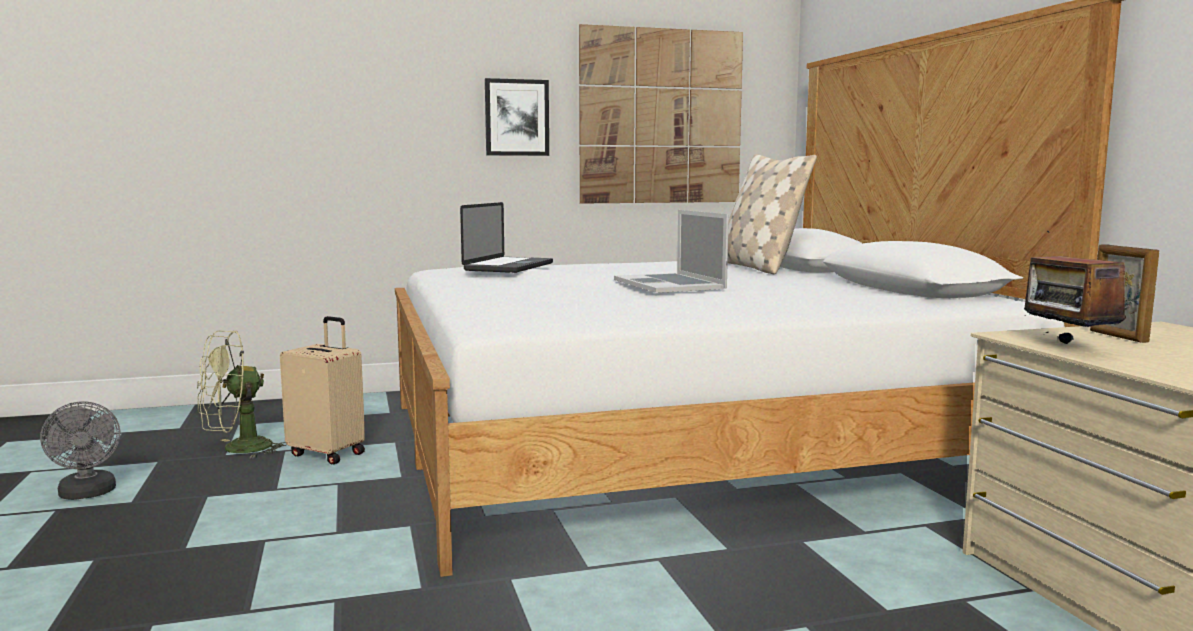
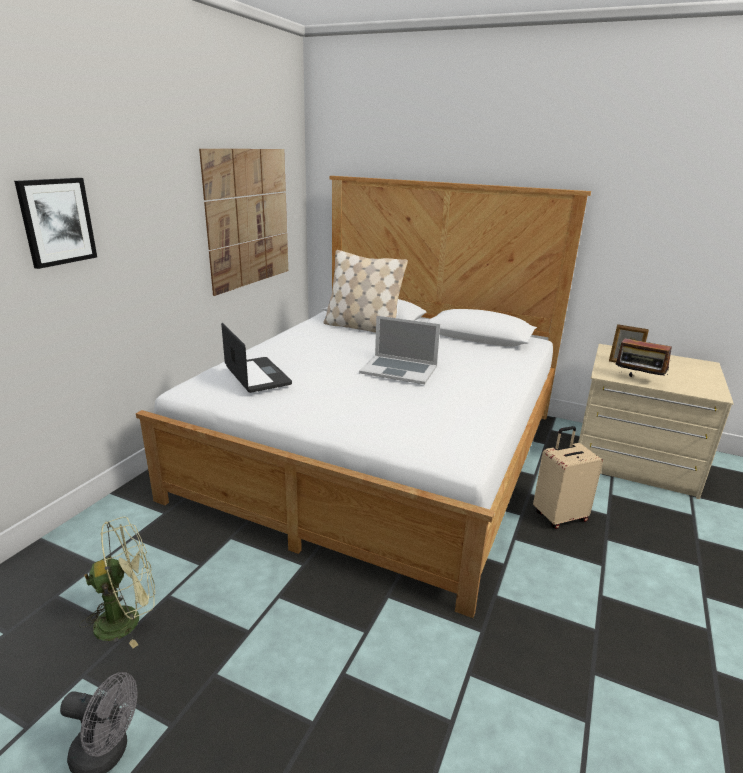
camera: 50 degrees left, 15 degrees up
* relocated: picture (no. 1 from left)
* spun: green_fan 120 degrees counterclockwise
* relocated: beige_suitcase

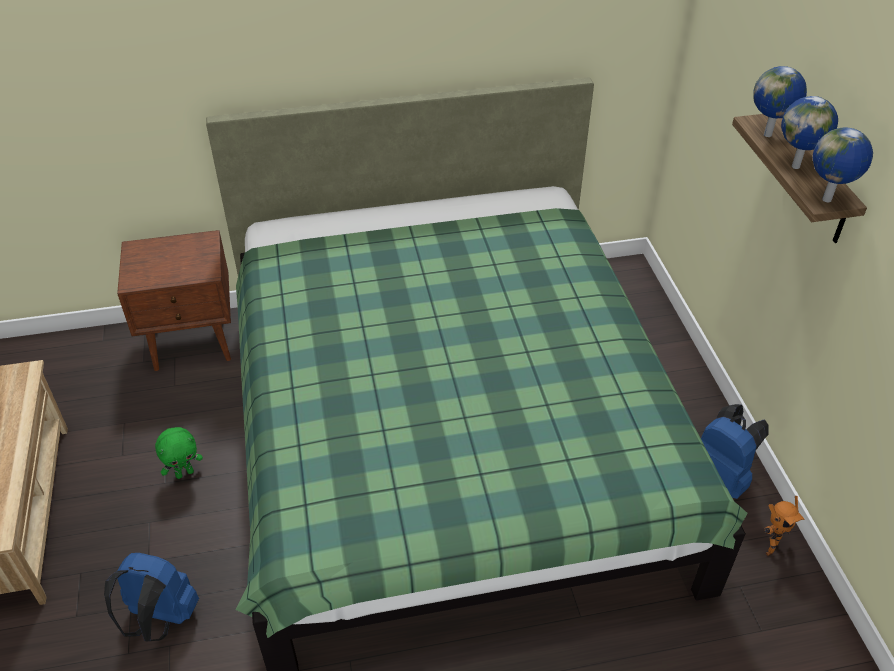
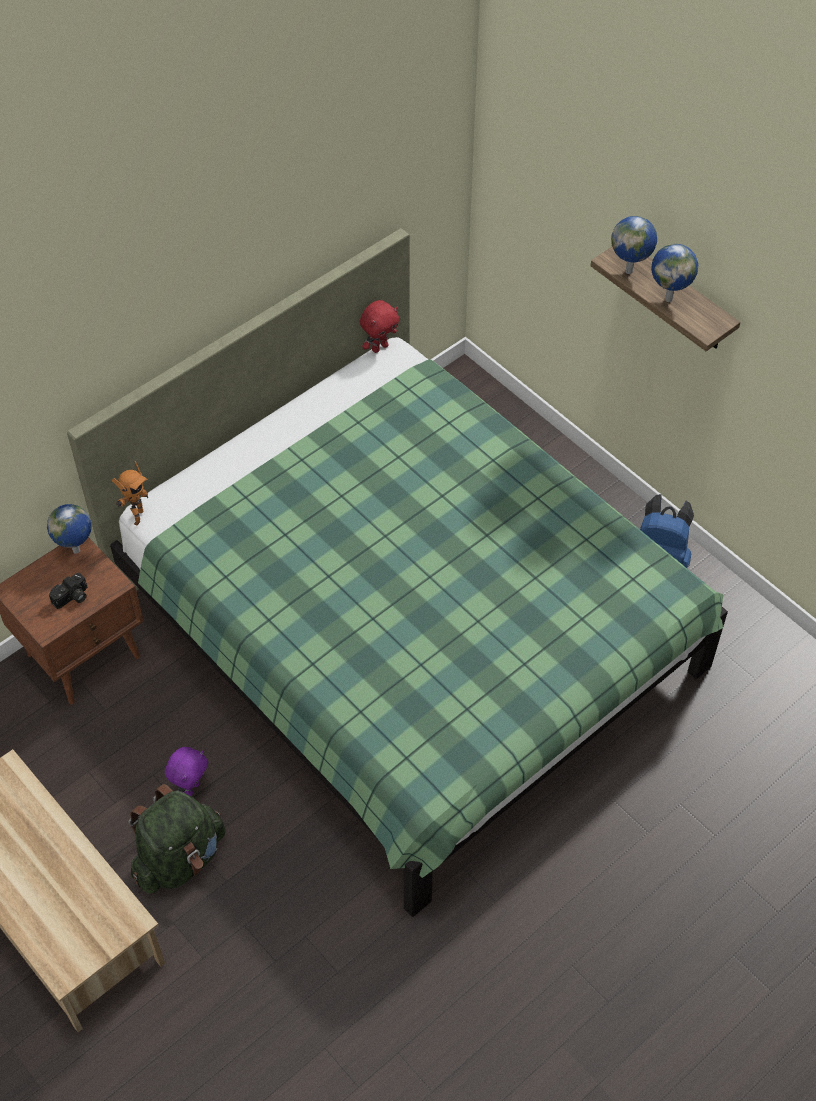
camera: 30 degrees left, 10 degrees up
* relocated: globe (no. 3 from left in the first image) to globe (no. 1 from left)
* appeared: photo_camera
* relocated: toy_robot
* appeared: green_backpack
* colour: green_plush_toy to purple_plush_toy
* appeared: red_plush_toy
* missing: blue_backpack (no. 1 from left)

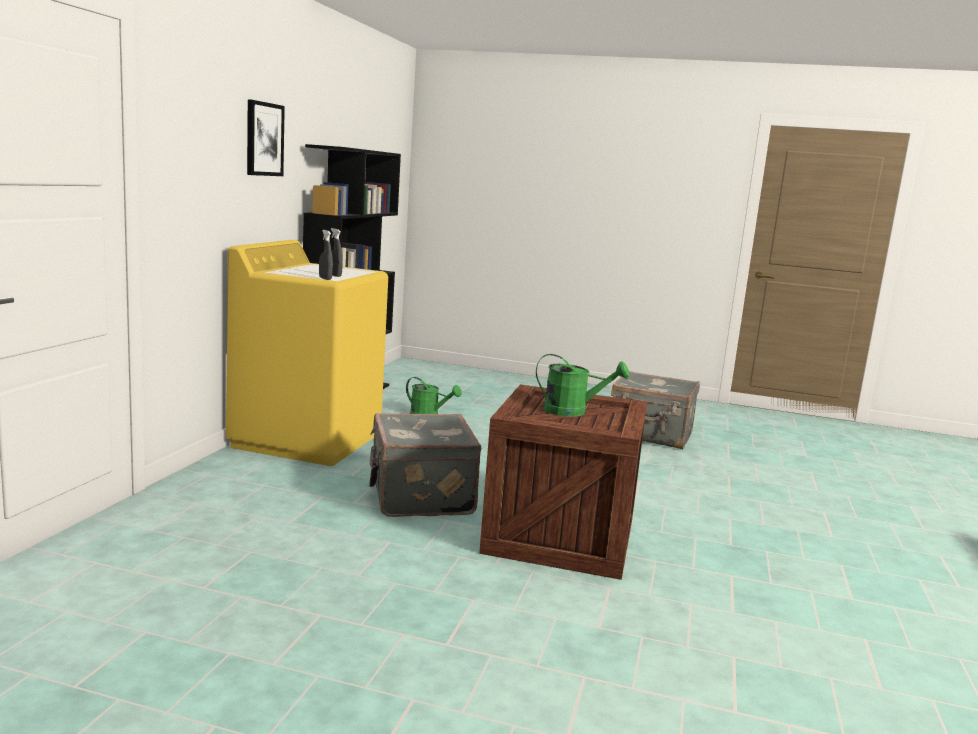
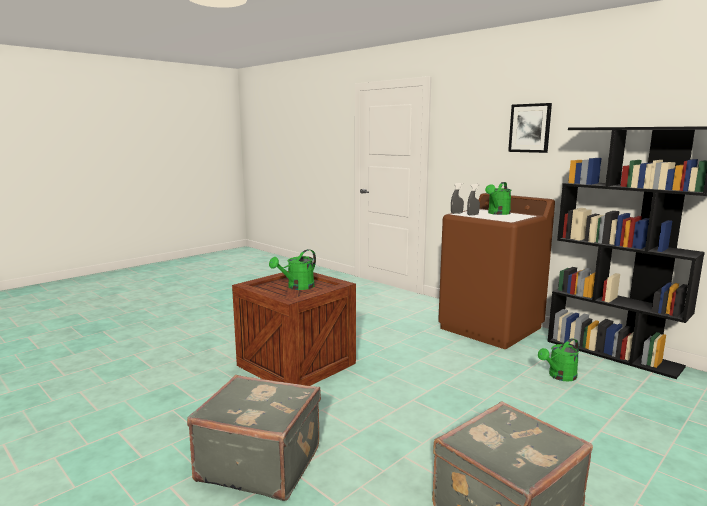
camera: 120 degrees right, 0 degrees up
* relocated: grey_suitcase (no. 1 from left)
* colour: yellow_washing_machine to brown_washing_machine
* appeared: green_watering_can (no. 2 from left)

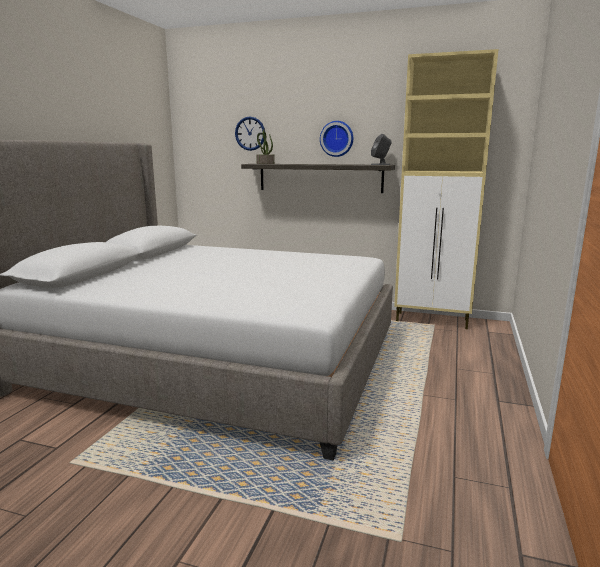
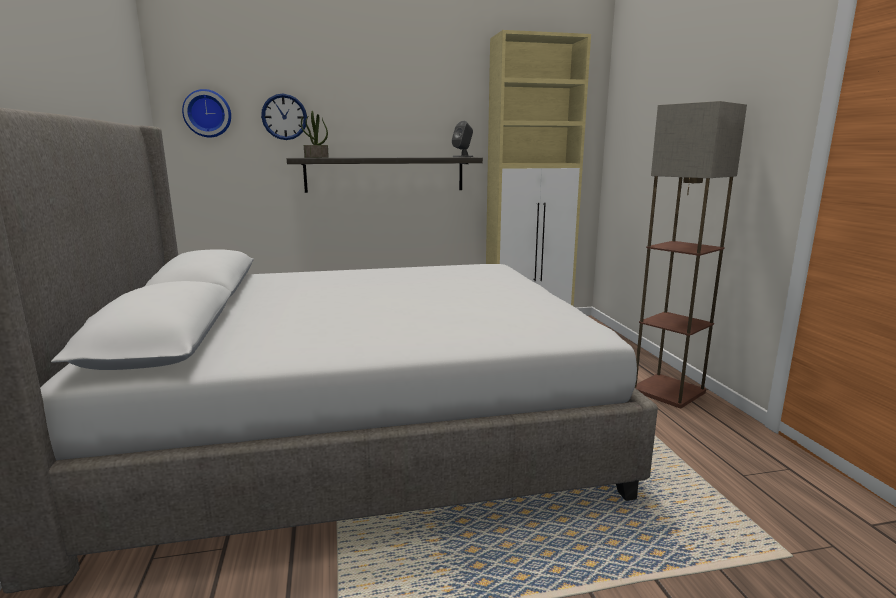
camera: 30 degrees left, 0 degrees up
* relocated: wall_clock (no. 2 from left in the first image) to wall_clock (no. 1 from left)
* appeared: floor_lamp

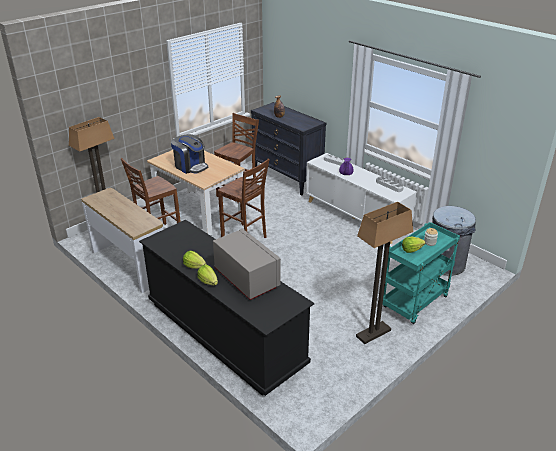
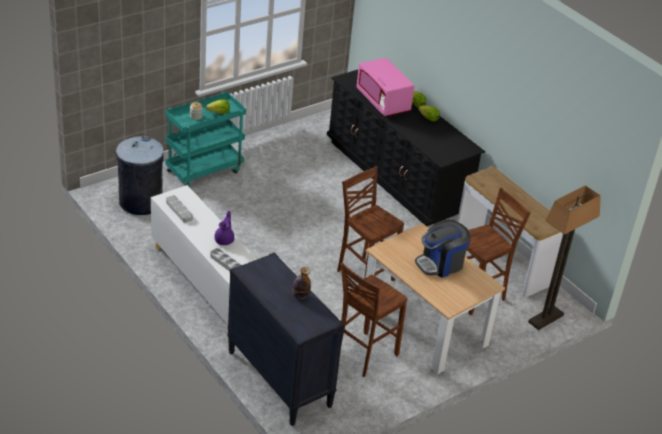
camera: 175 degrees left, 5 degrees up
* colour: grey_microwave to pink_microwave
* spun: coffee_machine 75 degrees counterclockwise
* missing: floor_lamp (no. 2 from left)

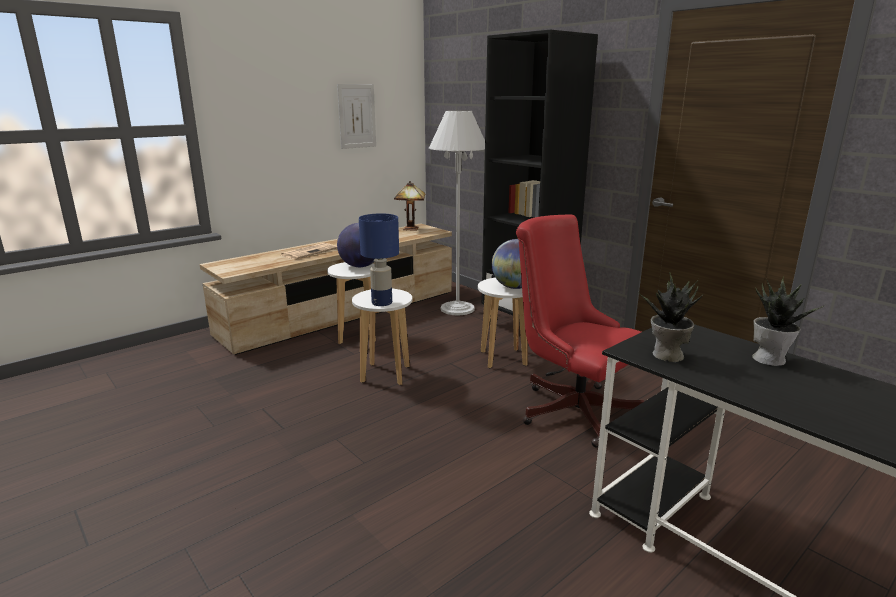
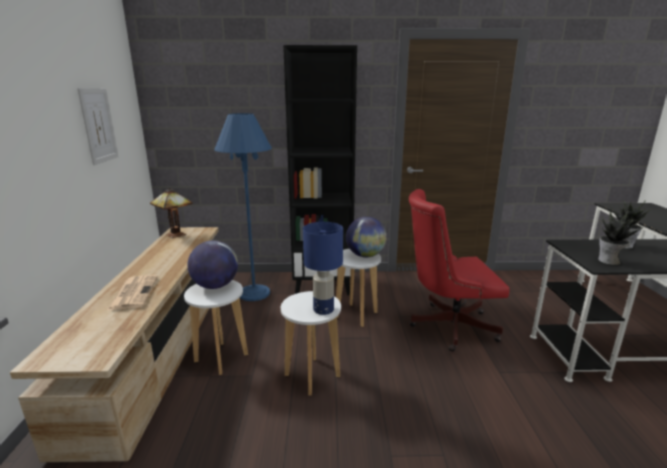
camera: 50 degrees left, 0 degrees up
* colour: white_floor_lamp to blue_floor_lamp

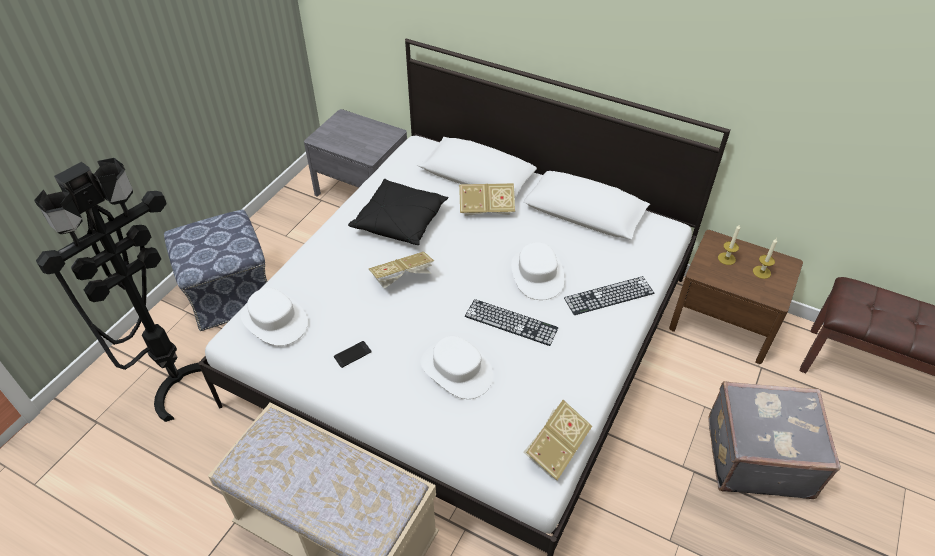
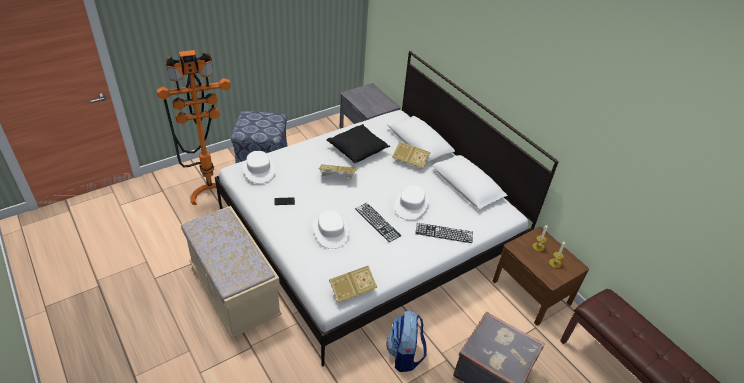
camera: 25 degrees right, 5 degrees down
* colour: black_floor_lamp to orange_floor_lamp
* appeared: backpack

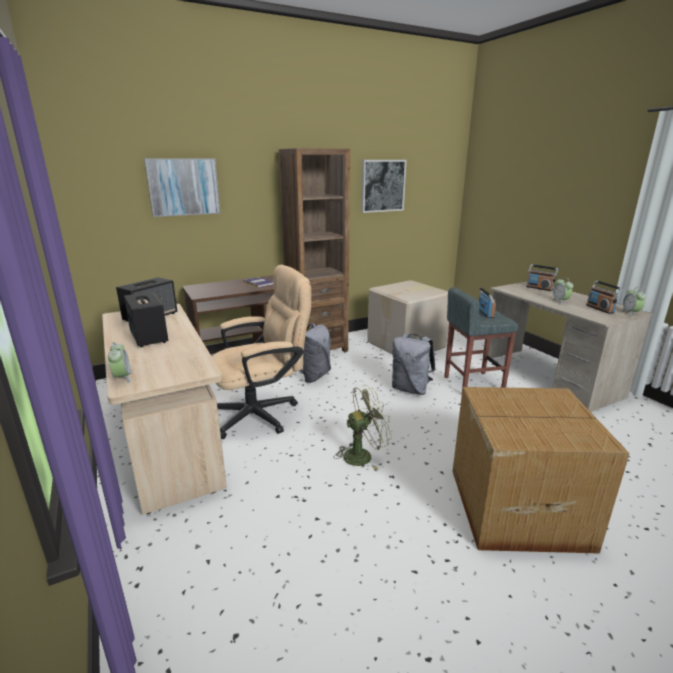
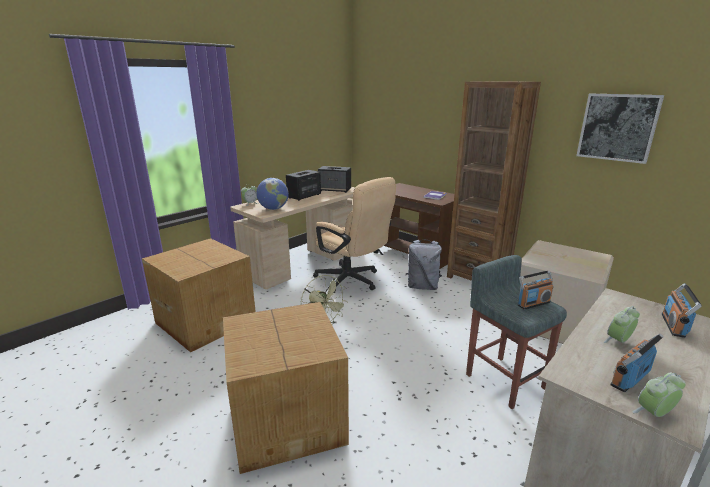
camera: 70 degrees right, 0 degrees up
* appeared: cardboard_box (no. 1 from left)
* appeared: globe
* missing: picture (no. 1 from left)
* missing: grey_backpack (no. 2 from left)

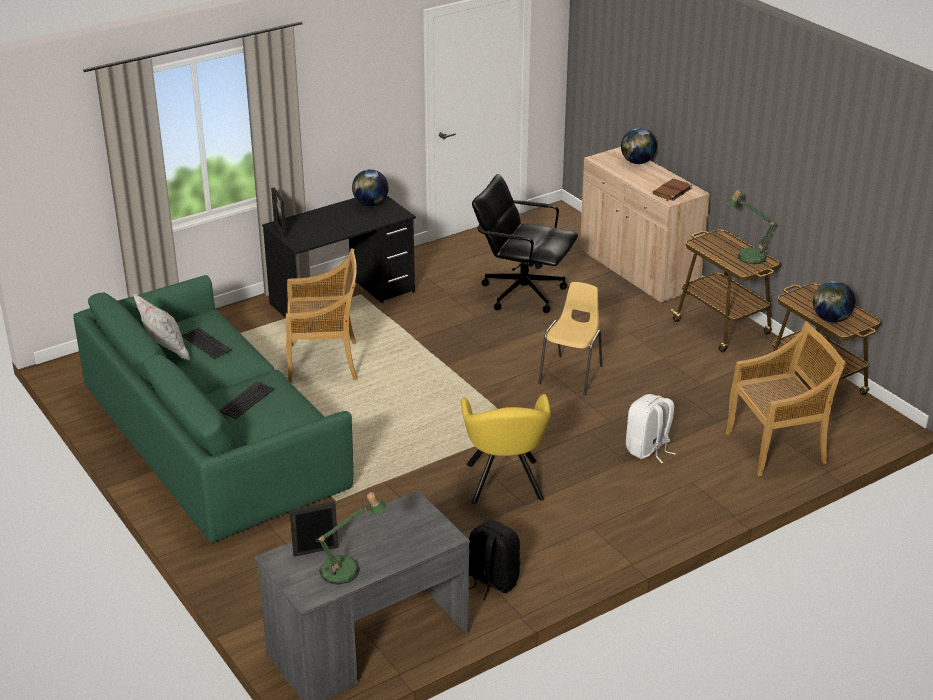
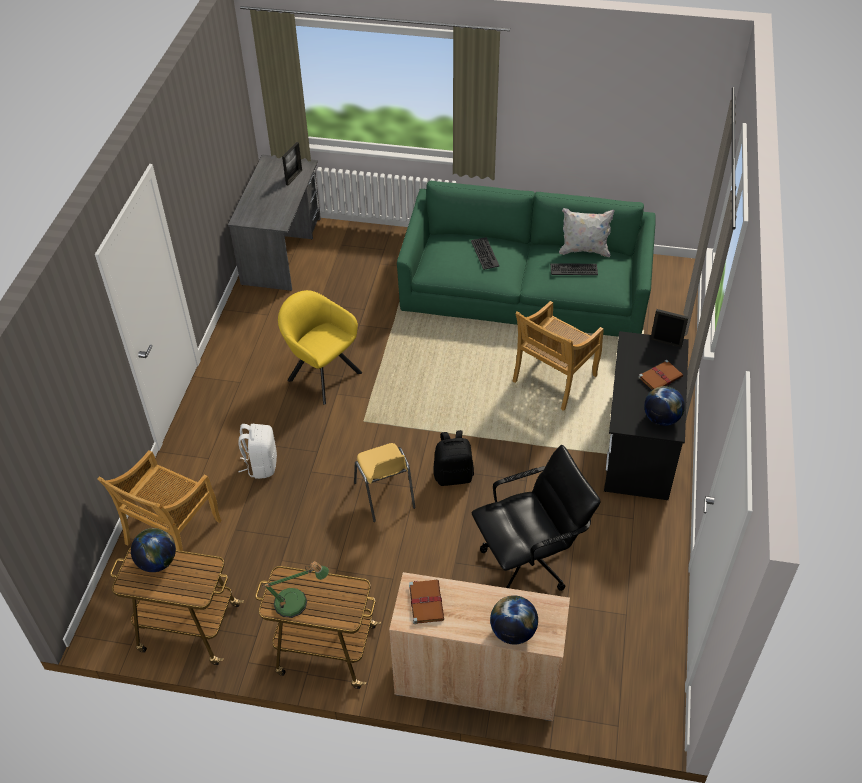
camera: 135 degrees right, 15 degrees up
* relocated: black_backpack
* appeared: brown_book (no. 2 from left)
* missing: table_lamp (no. 1 from left)

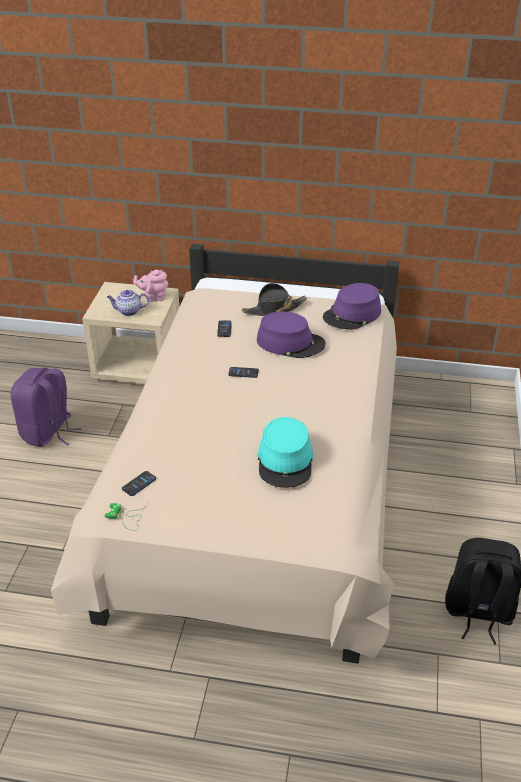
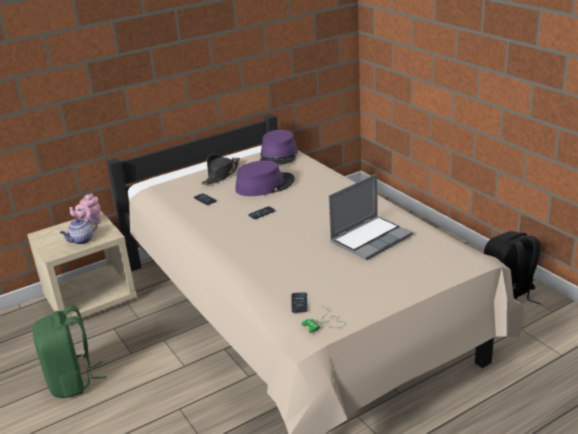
camera: 40 degrees left, 10 degrees down
* colour: purple_backpack to green_backpack
* exchanged: turquoise_hat to laptop

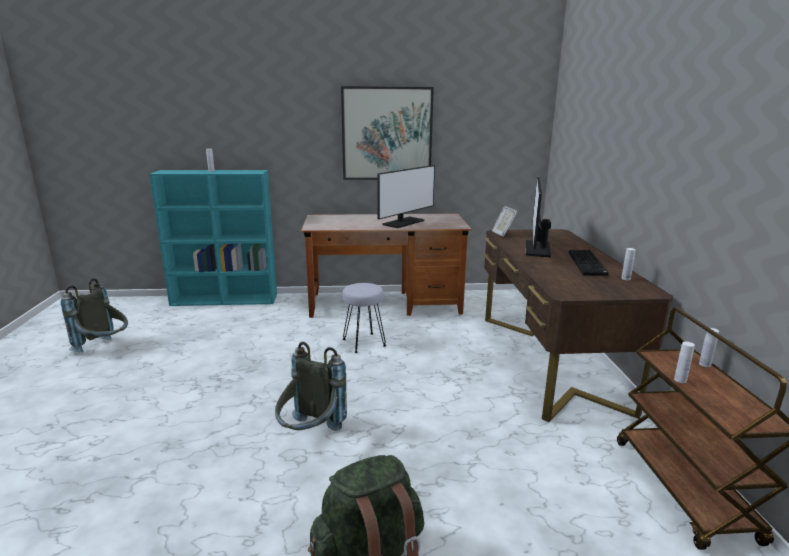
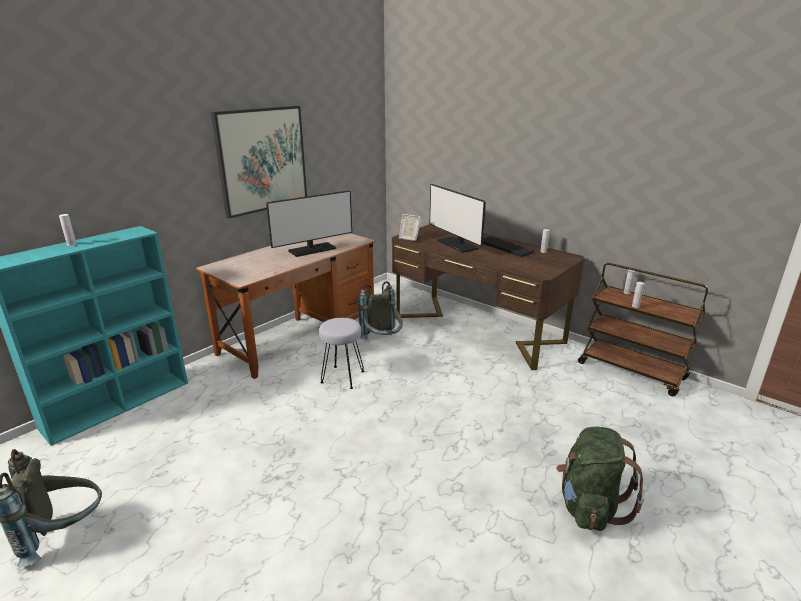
camera: 45 degrees left, 5 degrees up
* spun: monitor (no. 1 from left) 60 degrees clockwise
* relocated: grey_backpack (no. 2 from left)

